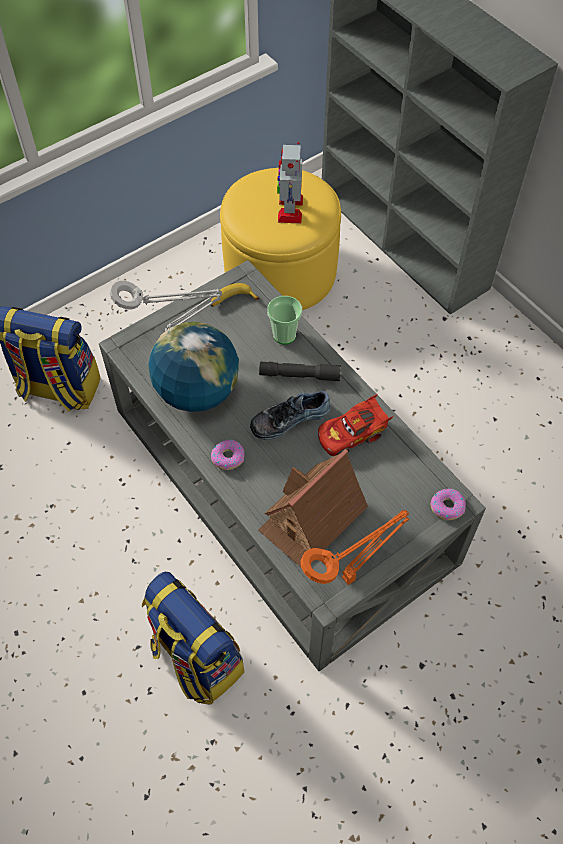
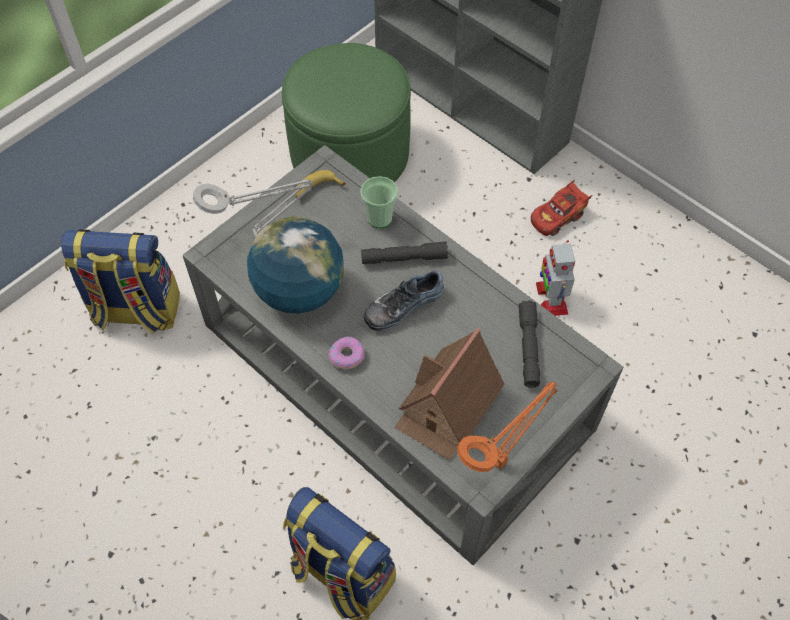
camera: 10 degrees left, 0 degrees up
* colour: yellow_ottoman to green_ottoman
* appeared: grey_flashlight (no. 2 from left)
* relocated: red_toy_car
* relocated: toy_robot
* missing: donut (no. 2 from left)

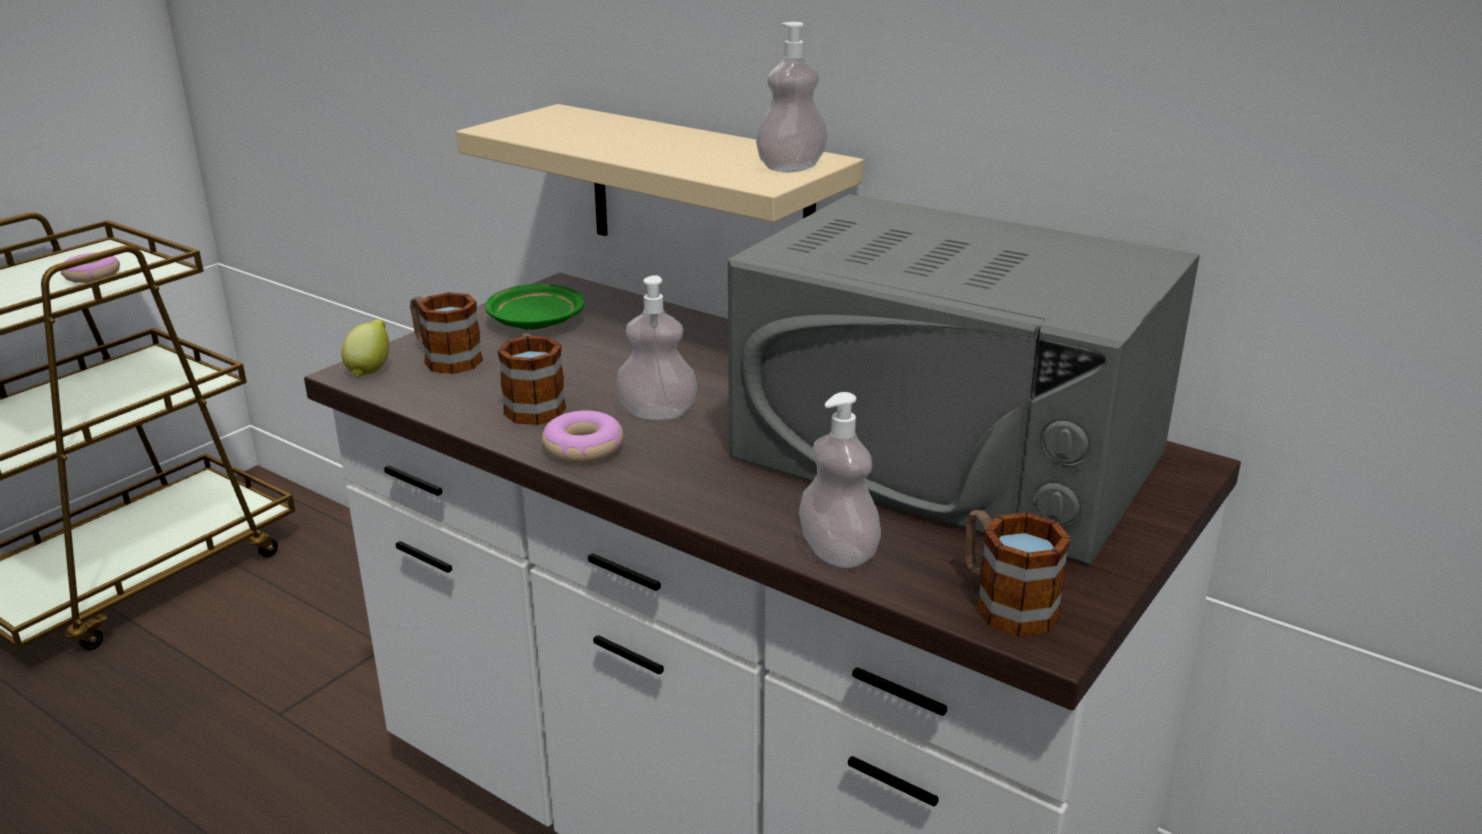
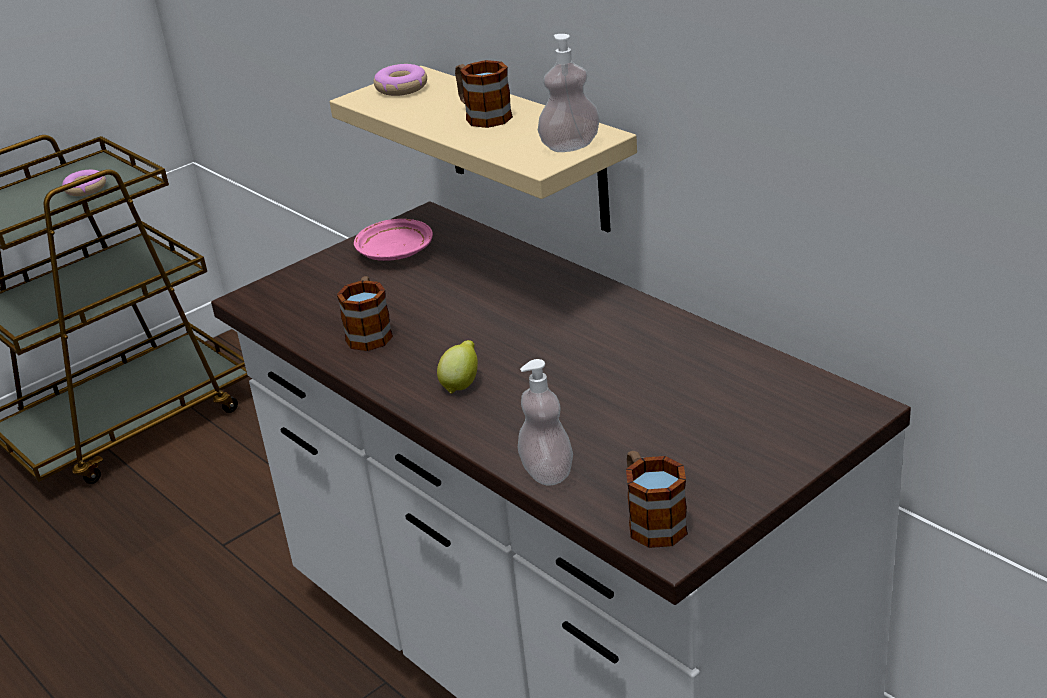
camera: 15 degrees right, 5 degrees up
* colour: green_plate to pink_plate
* relocated: donut (no. 2 from left)
* relocated: lemon
* relocated: mug (no. 1 from left in the first image) to mug (no. 2 from left)
* missing: soap_dispenser (no. 1 from left)
* missing: grey_microwave

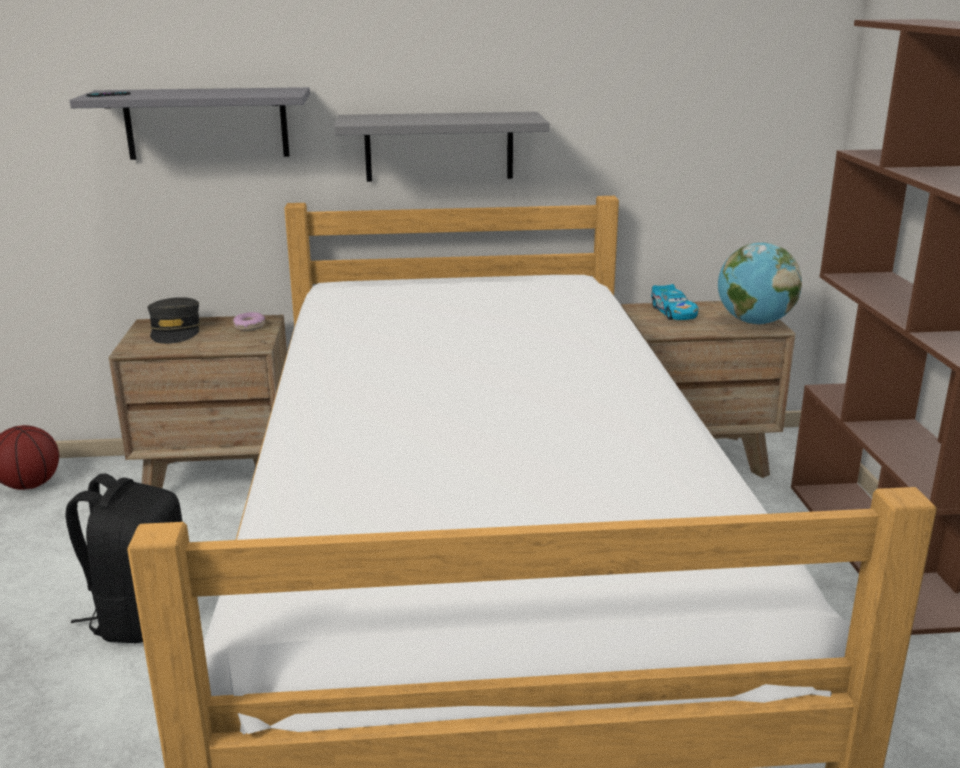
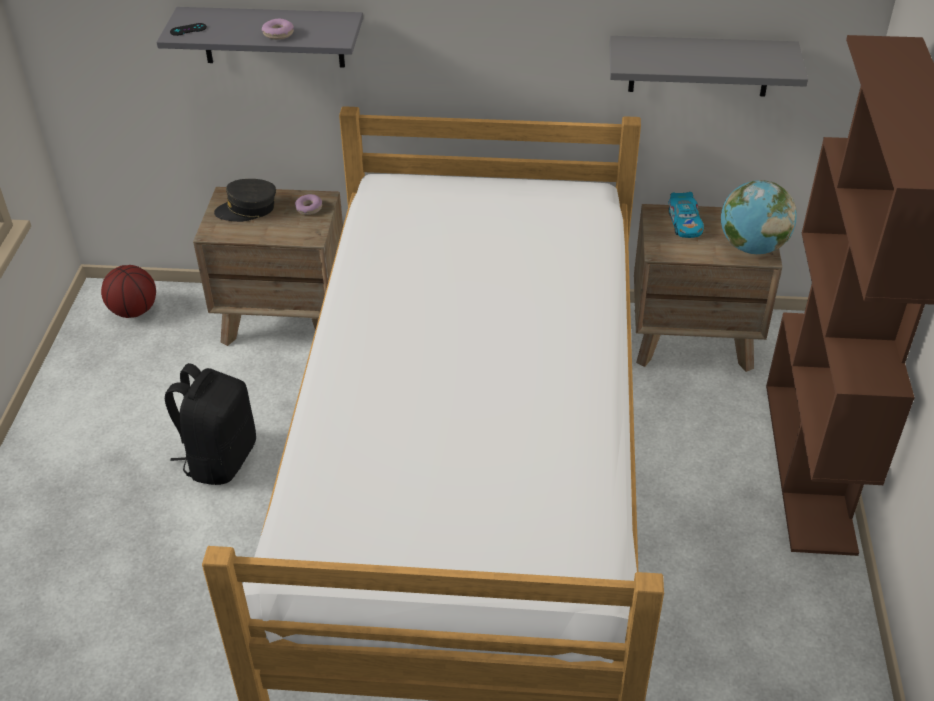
camera: 10 degrees right, 20 degrees up
* spun: grey_cap 75 degrees clockwise
* appeared: donut (no. 1 from left)
* relocated: grey_shelf (no. 2 from left)

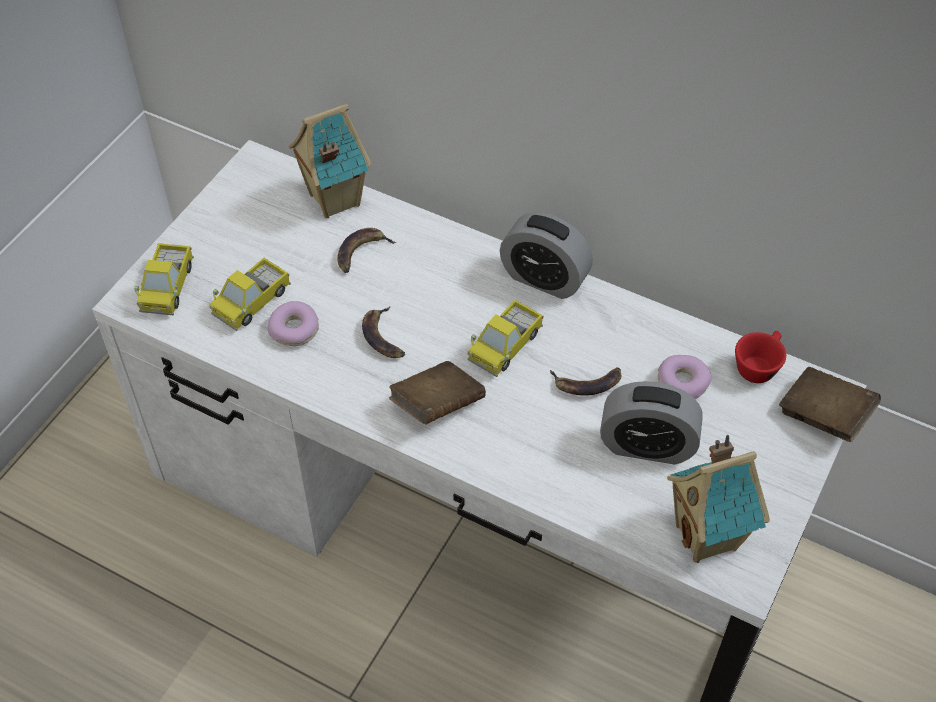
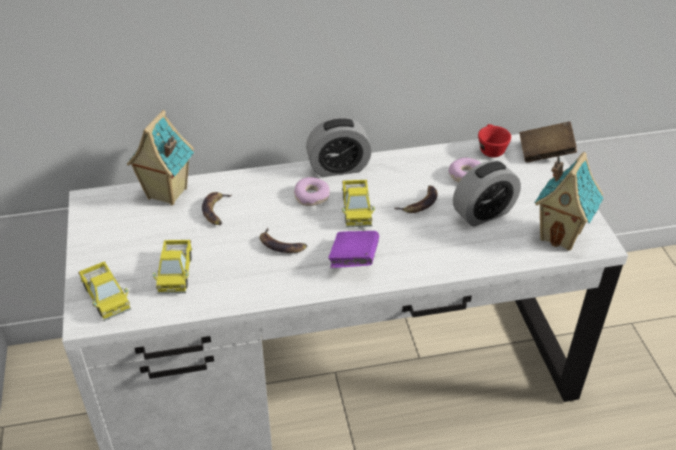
camera: 40 degrees left, 10 degrees down
* relocated: donut (no. 1 from left)
* colour: brown_book (no. 1 from left) to purple_book

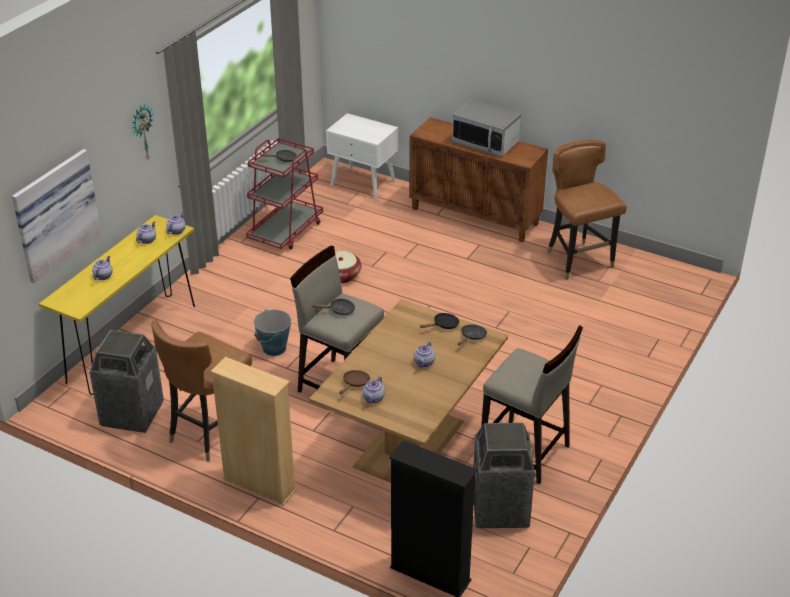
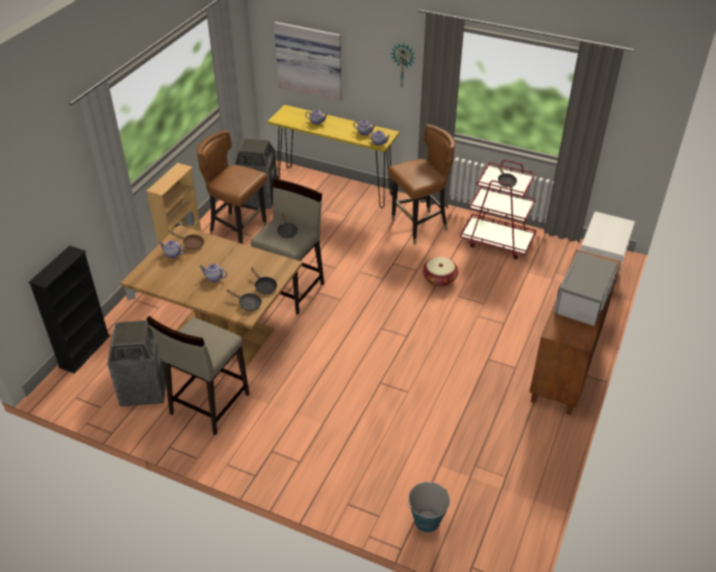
camera: 85 degrees right, 5 degrees up
* relocated: brown_chair (no. 2 from left)
* relocated: bucket

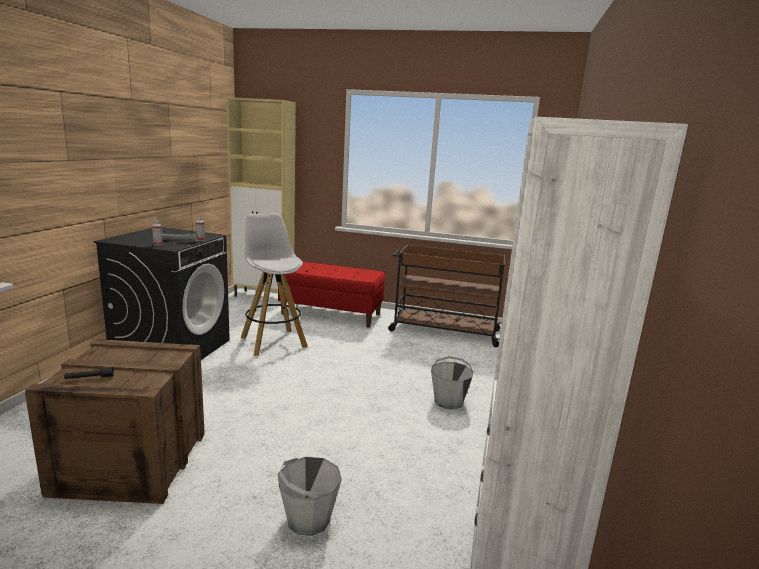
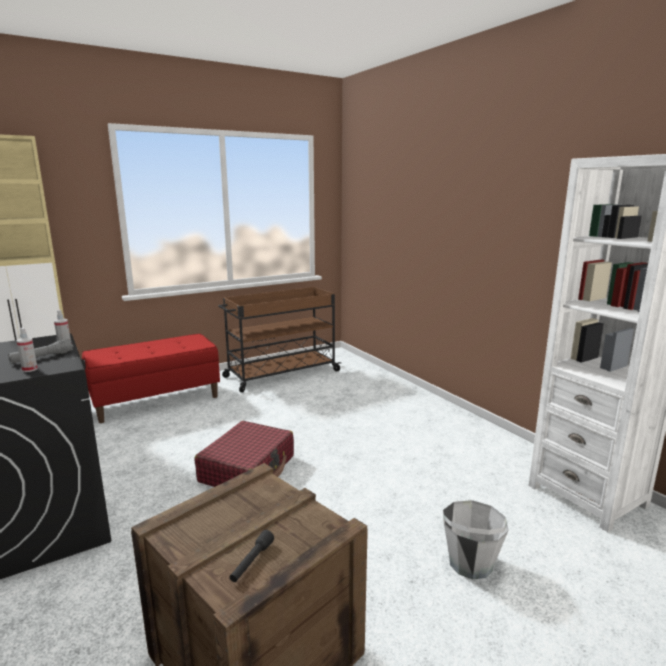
camera: 45 degrees left, 0 degrees up
* appeared: red_suitcase
* missing: white_stool
* missing: grey_bucket (no. 2 from left)

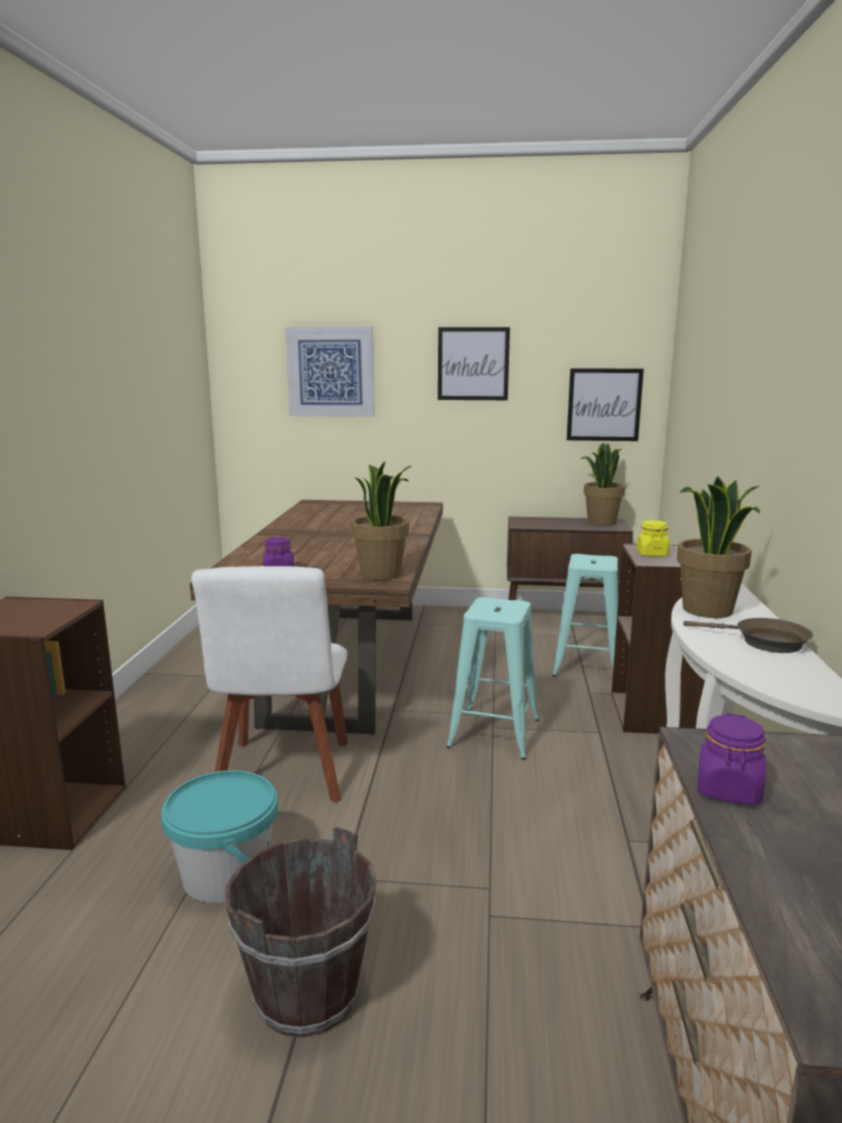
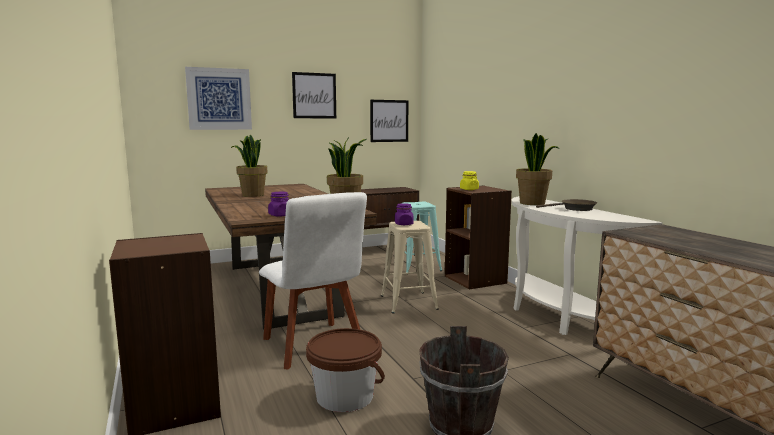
camera: 30 degrees left, 5 degrees down
* relocated: potted_plant (no. 2 from left in the first image) to potted_plant (no. 1 from left)
* colour: turquoise_bucket to brown_bucket (no. 1 from left)
* colour: turquoise_stool (no. 1 from left) to beige_stool
* relocated: purple_jar (no. 2 from left)

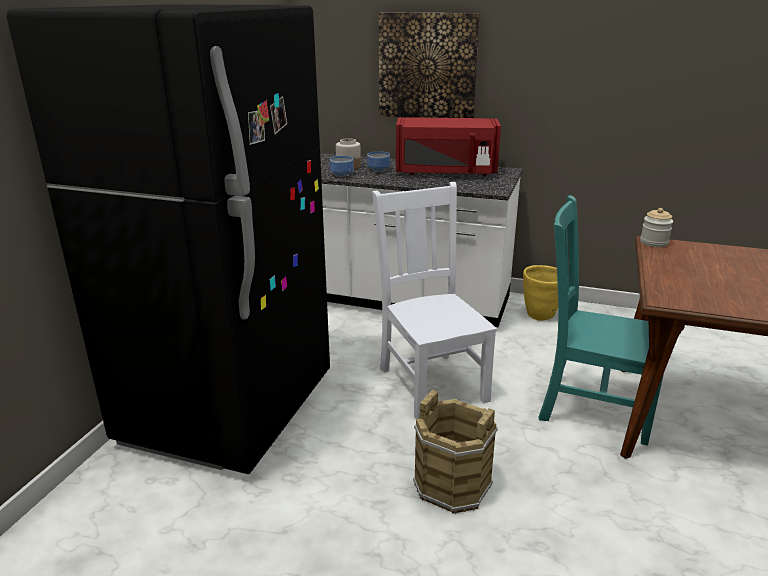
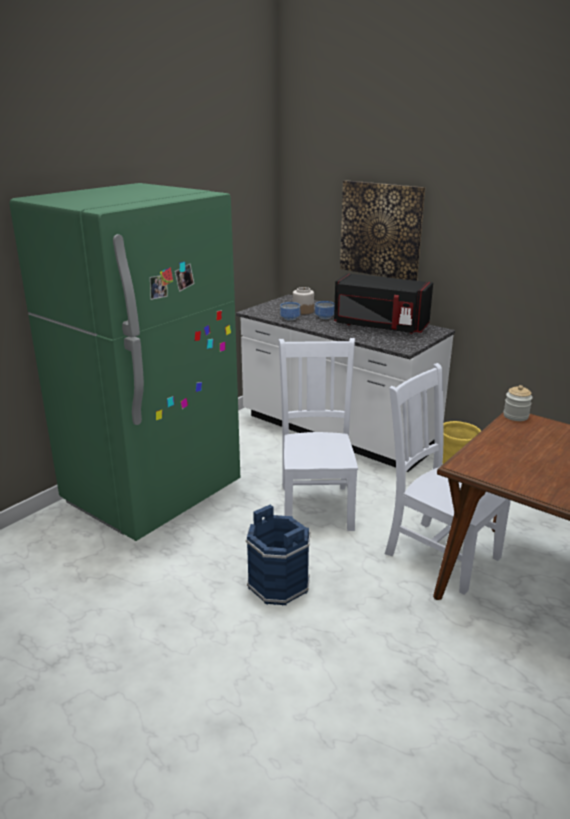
camera: 20 degrees right, 0 degrees up
* colour: black_fridge to green_fridge
* colour: brown_bucket to blue_bucket
* colour: red_microwave to black_microwave
* colour: turquoise_chair to white_chair (no. 2 from left)

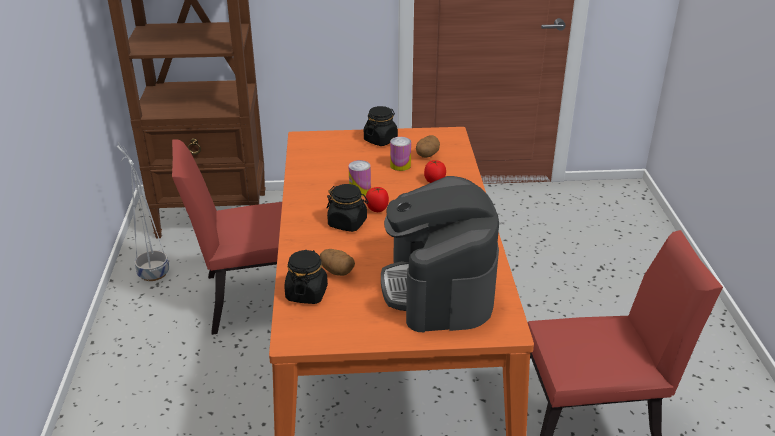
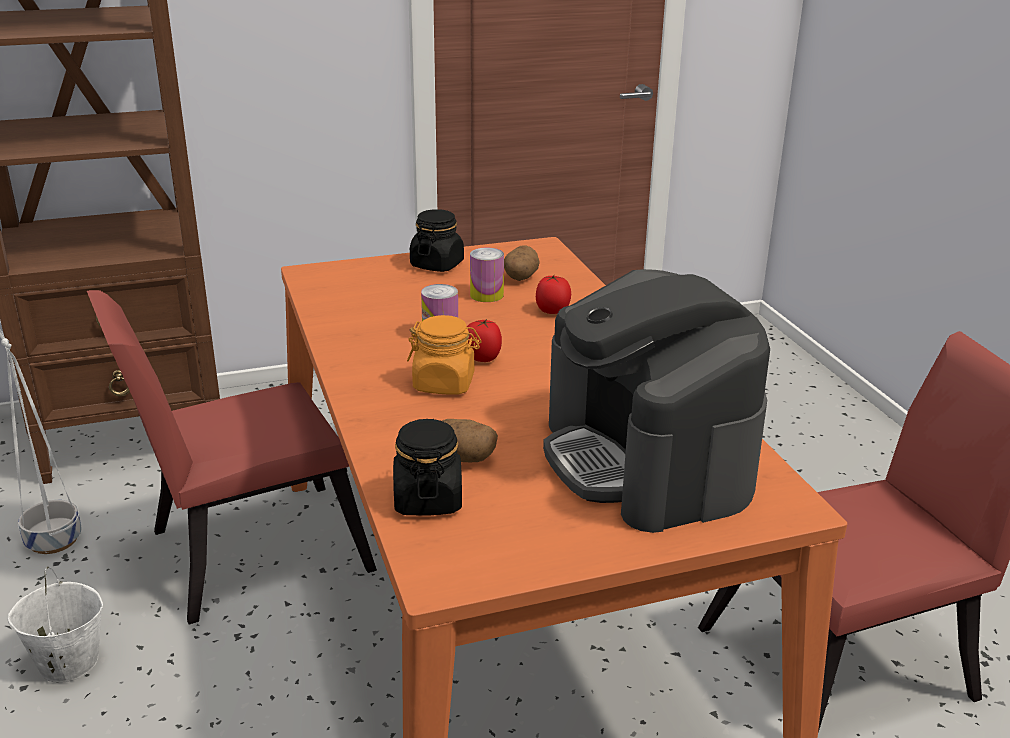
camera: 15 degrees left, 5 degrees down
* appeared: white_bucket
* colour: black_jar (no. 2 from left) to orange_jar

